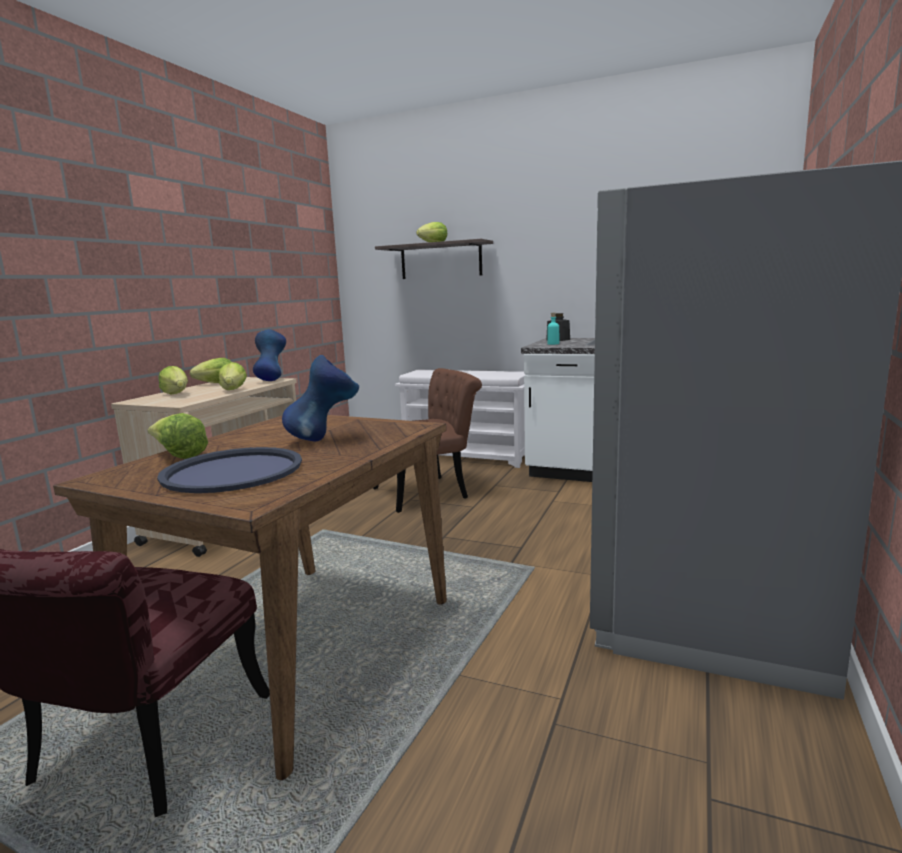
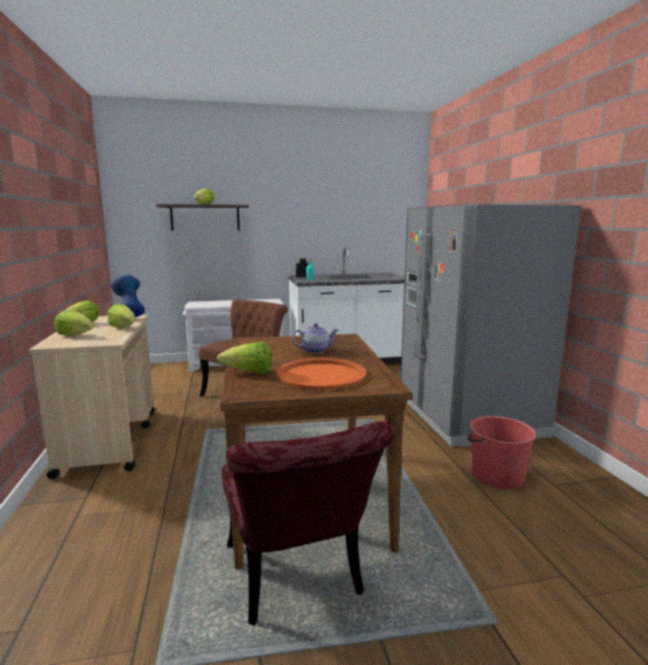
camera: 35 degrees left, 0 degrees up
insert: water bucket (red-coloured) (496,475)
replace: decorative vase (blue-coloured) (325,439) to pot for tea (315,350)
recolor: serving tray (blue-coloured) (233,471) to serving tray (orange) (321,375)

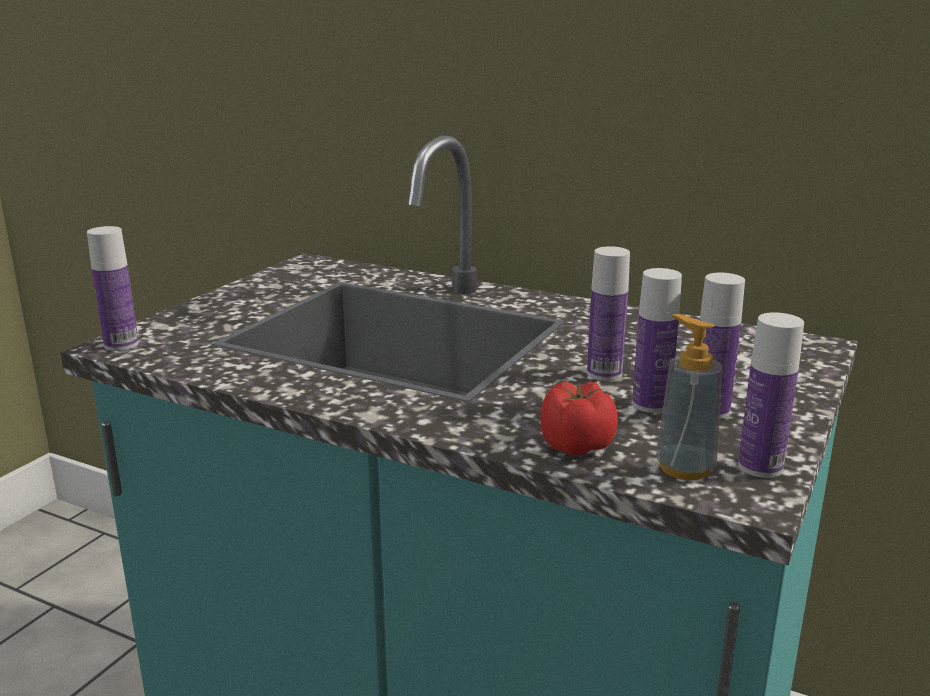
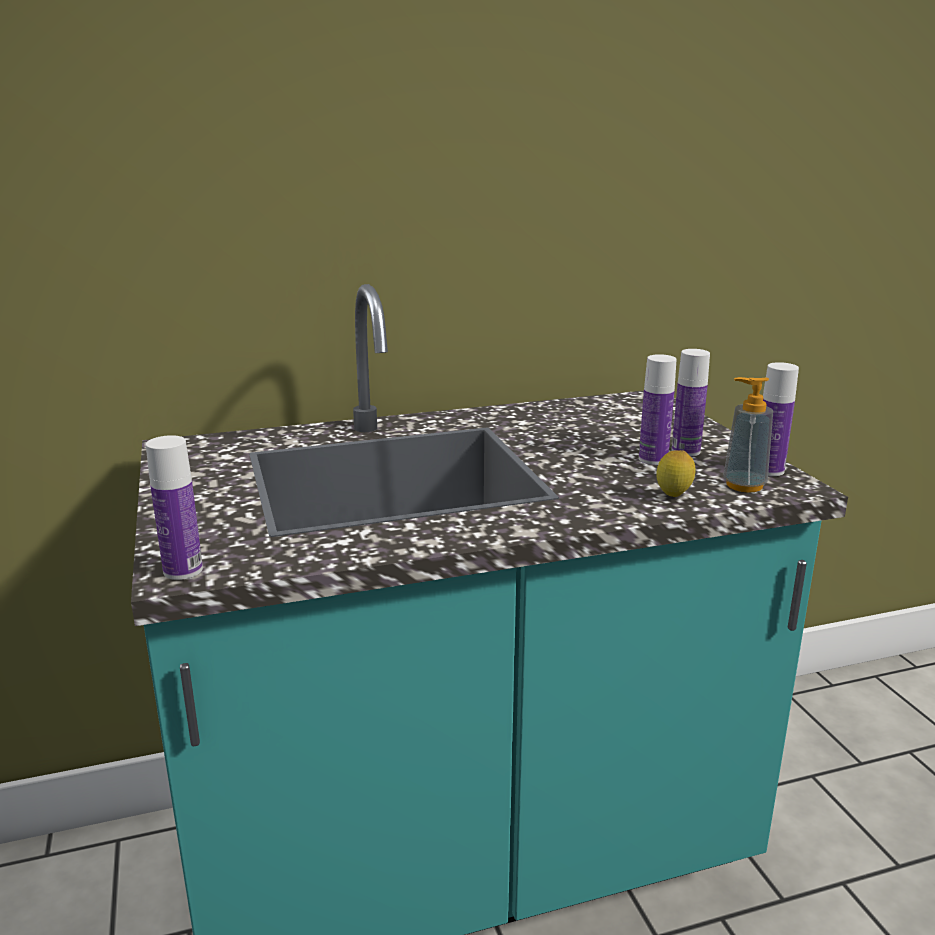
camera: 45 degrees left, 0 degrees up
delete: drink bottle (604,373)
replace: tomato (575,445) to whole lemon (673,497)

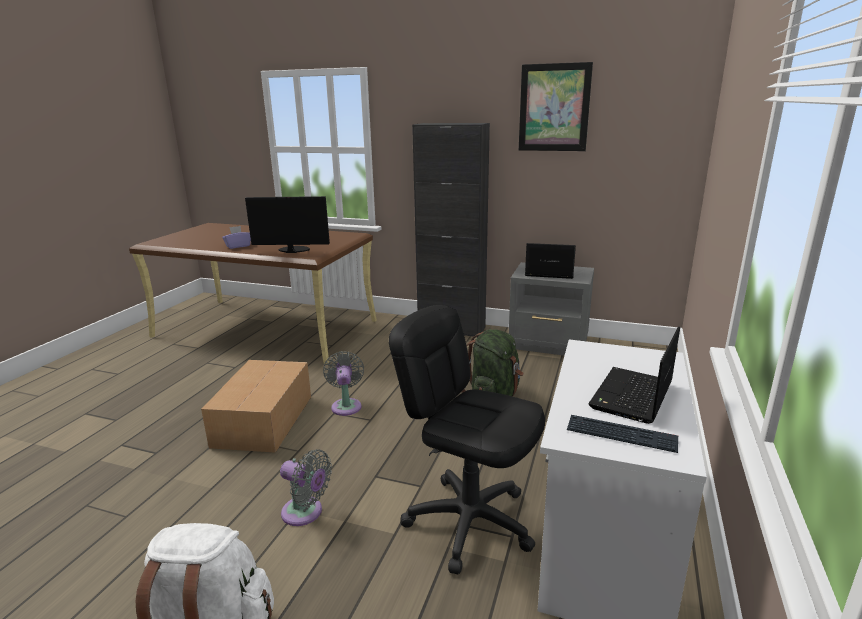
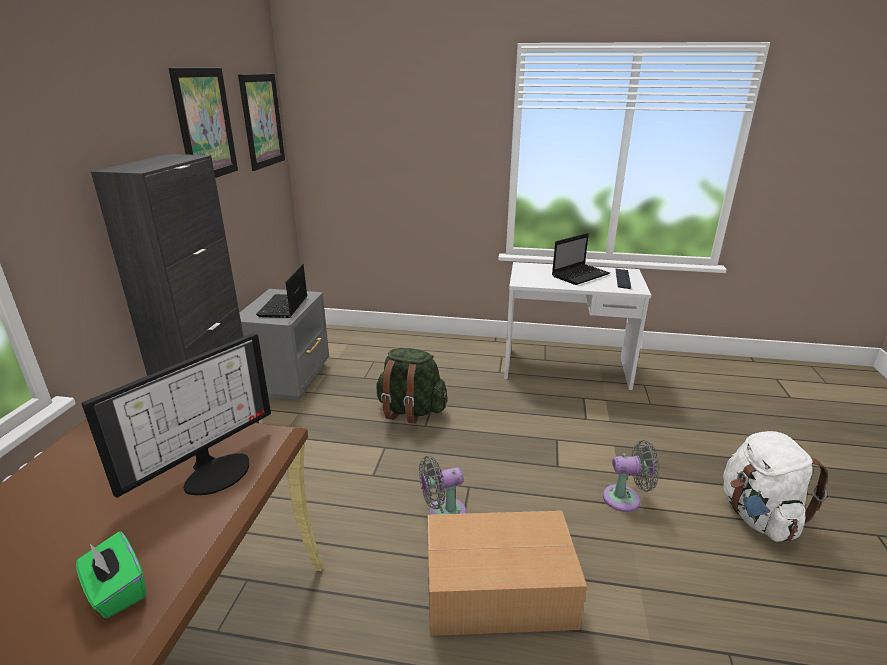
camera: 100 degrees left, 5 degrees up
delete: computer chair (black-coloured) (469,521)
insert: wall art (262,121)
recolor: tissue holder (purplish) (238,246) to tissue holder (green) (117,590)
rotate: computer display (292,250) = (215,470) 135 degrees counterclockwise; fan (grey) (305,513) = (625,498) 75 degrees clockwise; portable computer (632,397) = (581,275) 60 degrees counterclockwise

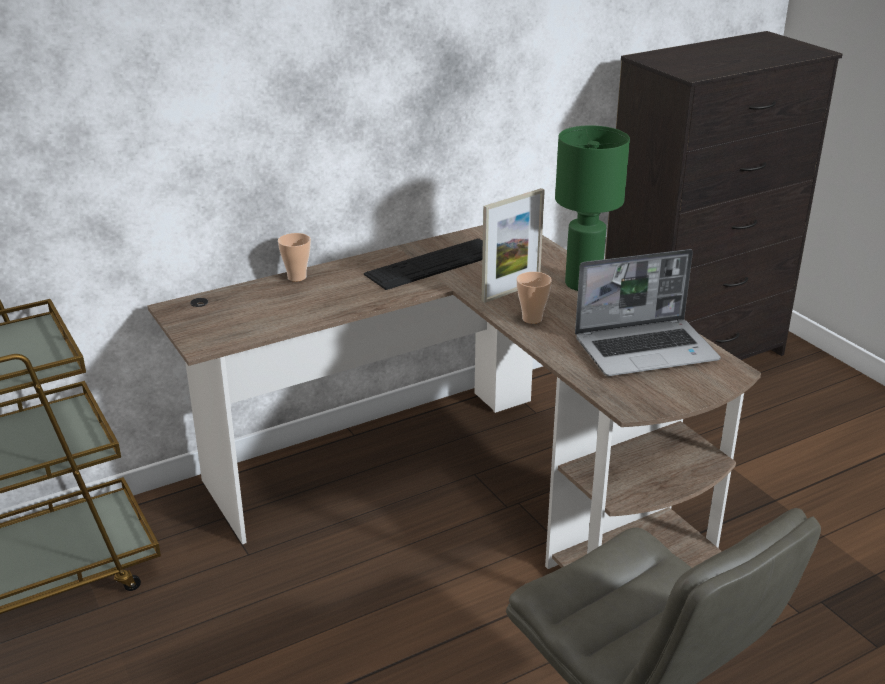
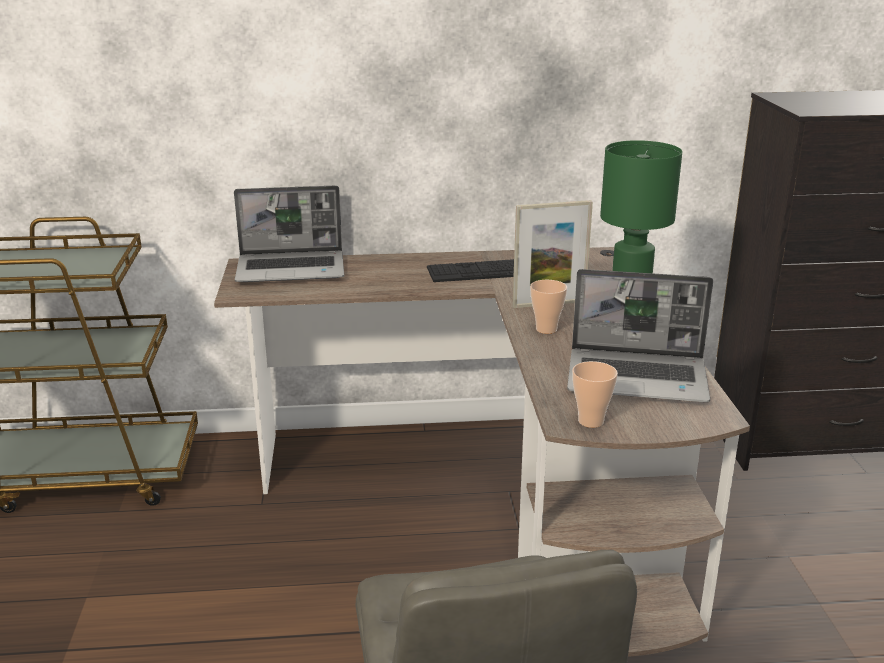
camera: 25 degrees right, 5 degrees down
insert: portable computer (292,269)
move: drinking cup (297,277) to (591,421)

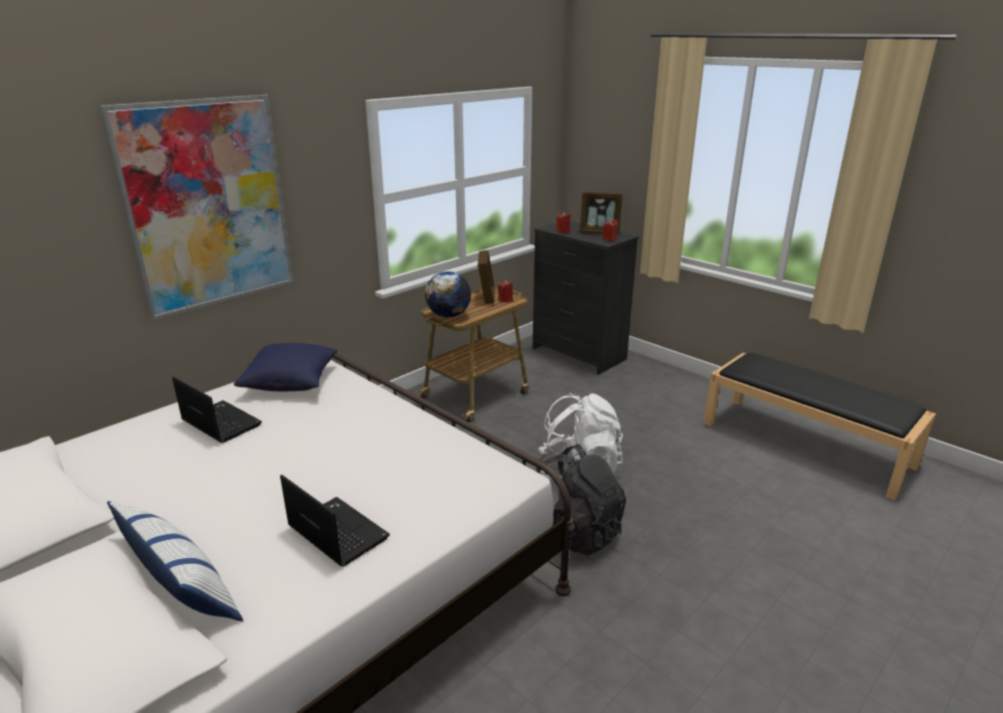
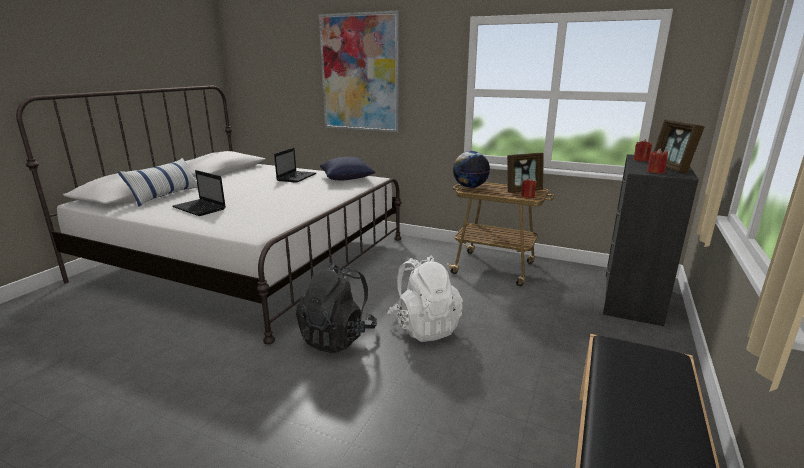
camera: 70 degrees right, 5 degrees down
rotate: portable computer (336,532) = (200,208) 105 degrees clockwise

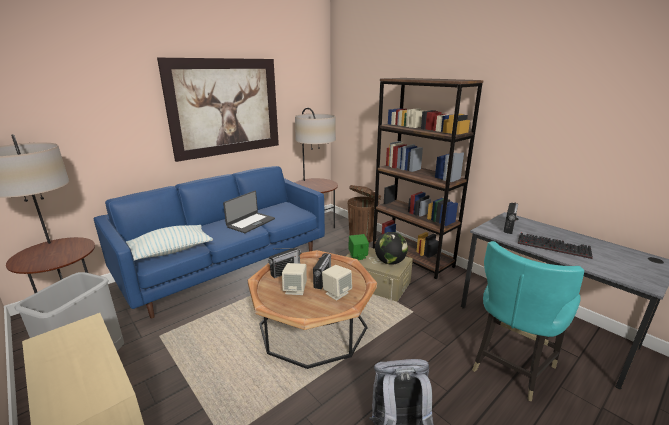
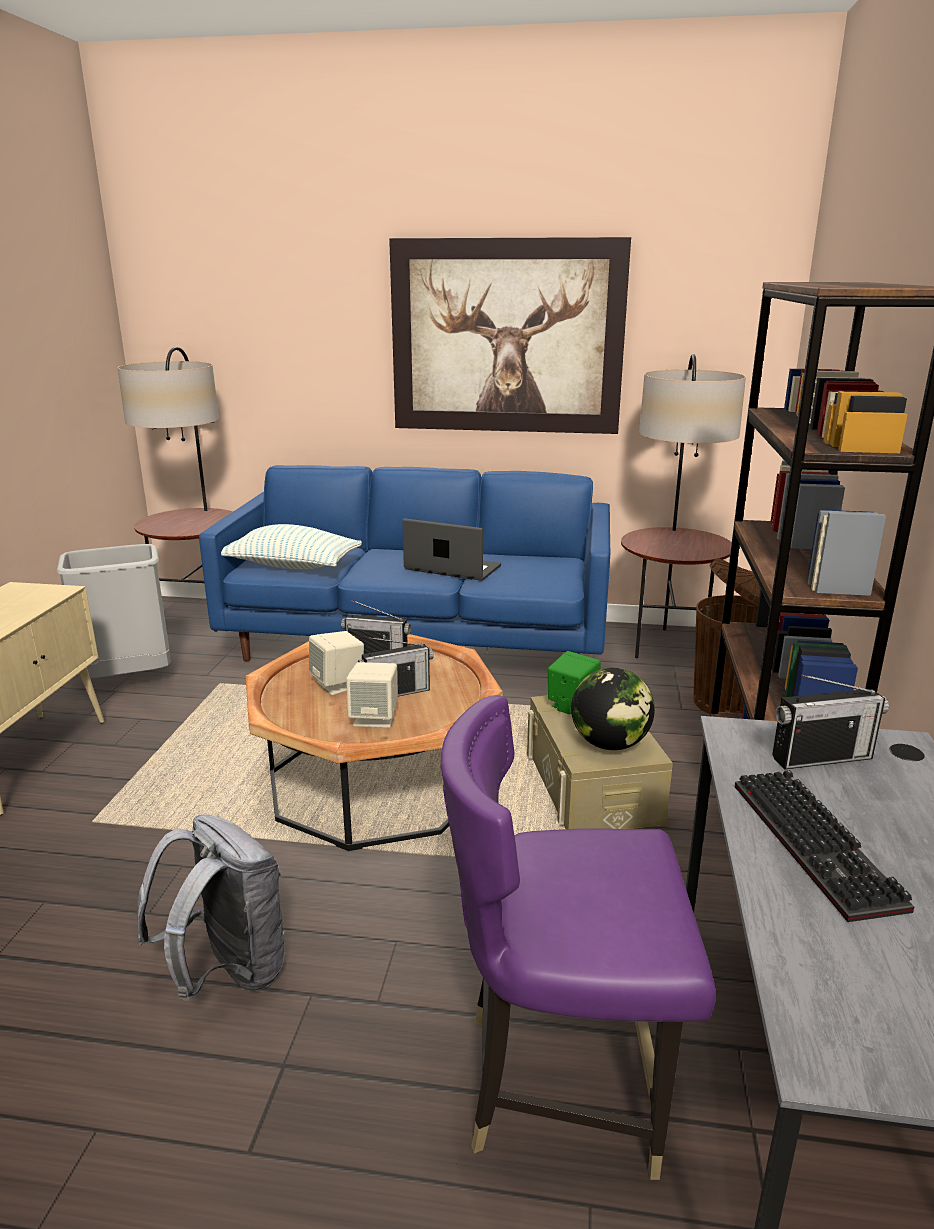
camera: 50 degrees right, 0 degrees up
recolor: upright chair (blue-green) (510,366) to upright chair (purplish) (561,1081)
rotate: portable computer (250,223) = (452,568) 150 degrees counterclockwise

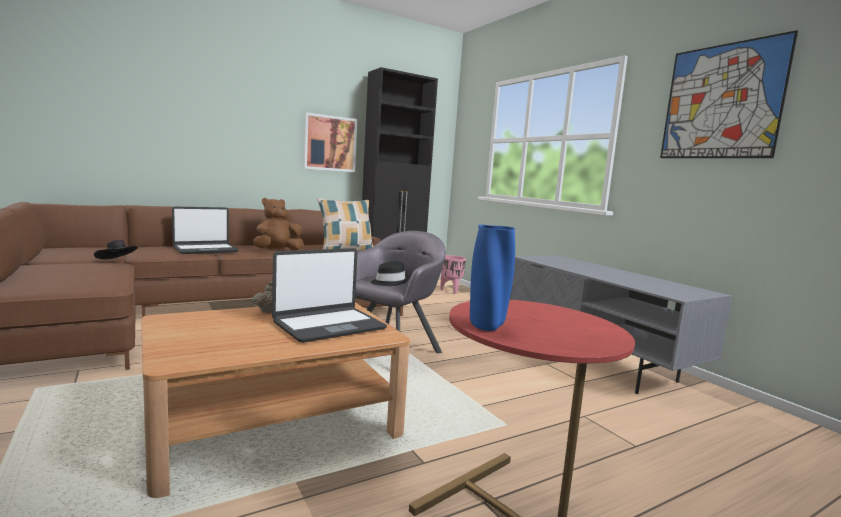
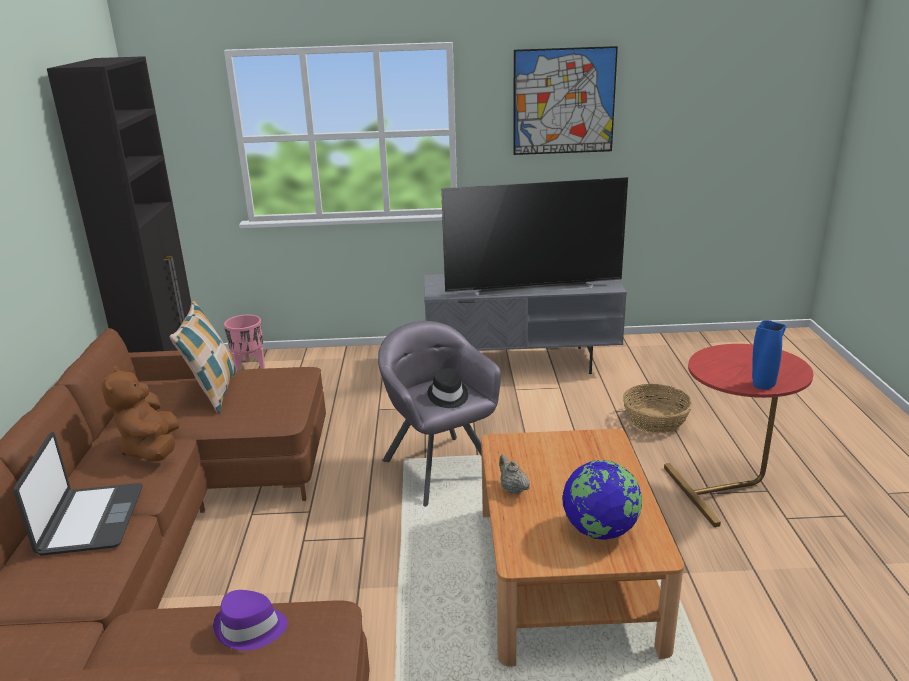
camera: 60 degrees left, 15 degrees up
delete: wearable hat (black-coloured) (117,261); portable computer (328,325); wall art (330,143)
insert: wearable hat (purplish) (250,628); TV (532,286); globe (600,531); household basket (655,420)

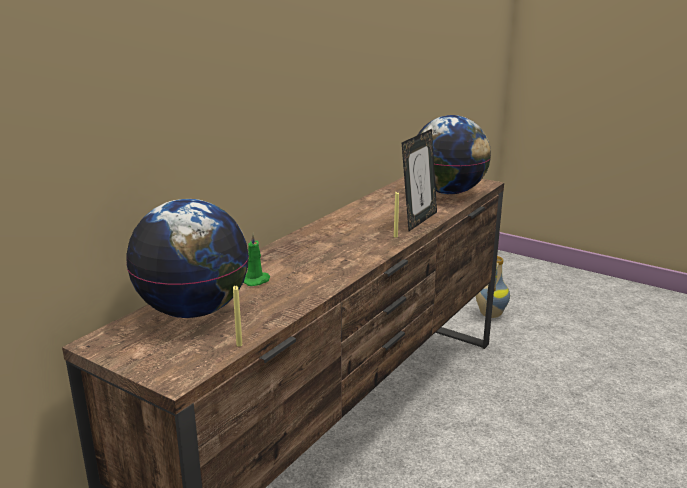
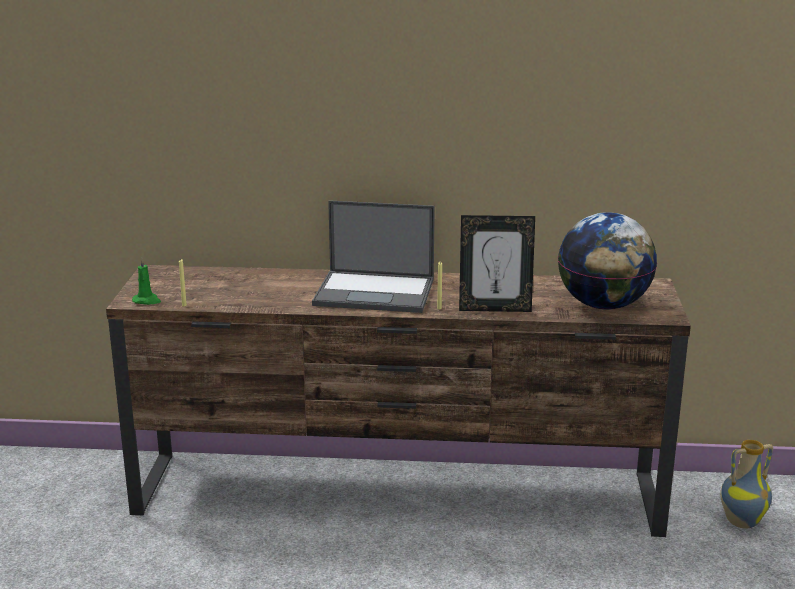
camera: 60 degrees right, 0 degrees up
delete: globe (194,310)
insert: portable computer (376,292)
move: wax light (green) (256,280) to (147,301)

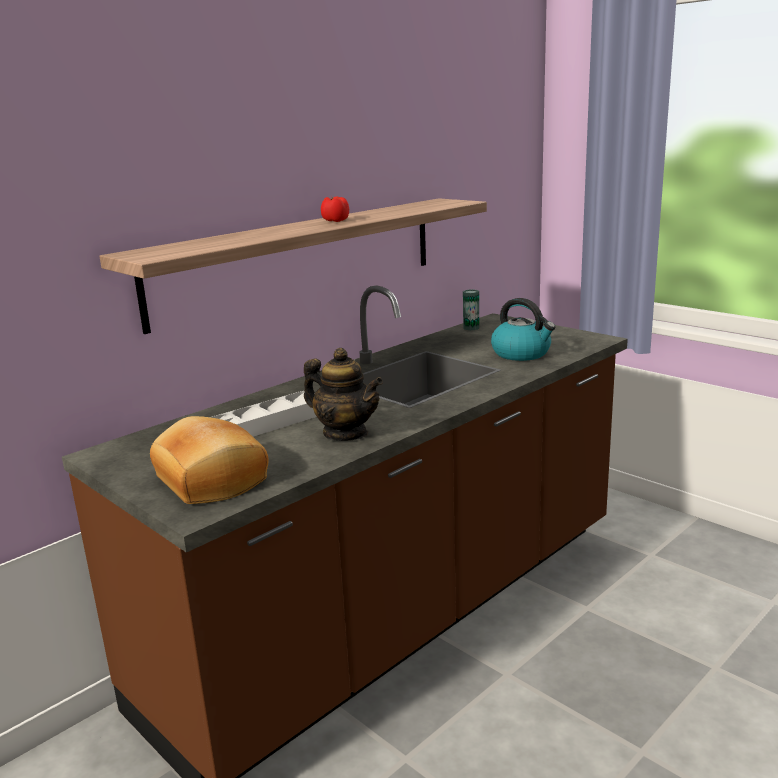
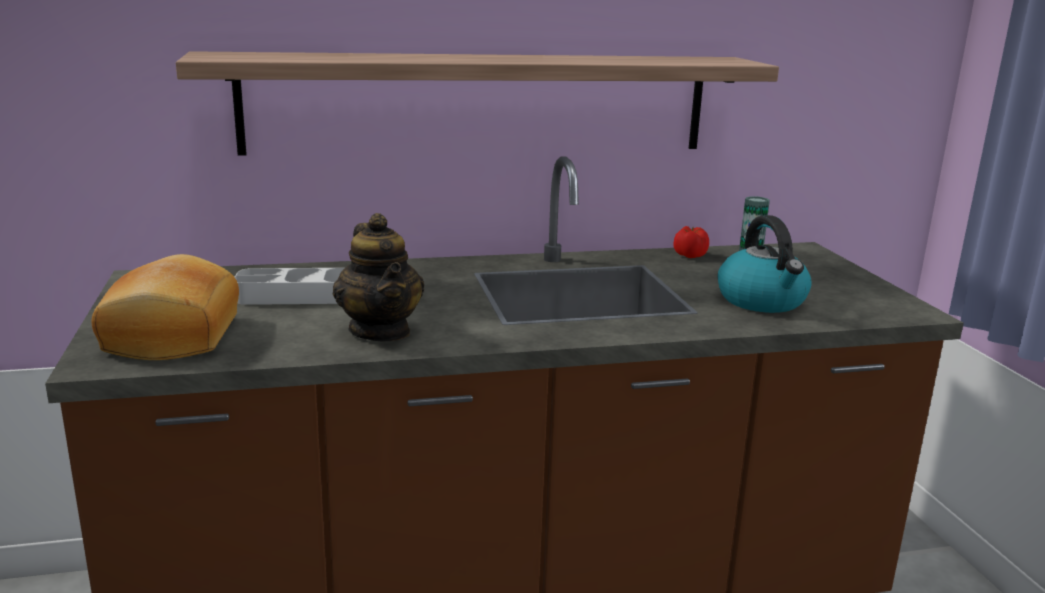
camera: 30 degrees right, 0 degrees up
move: tomato (334,221) to (689,255)

